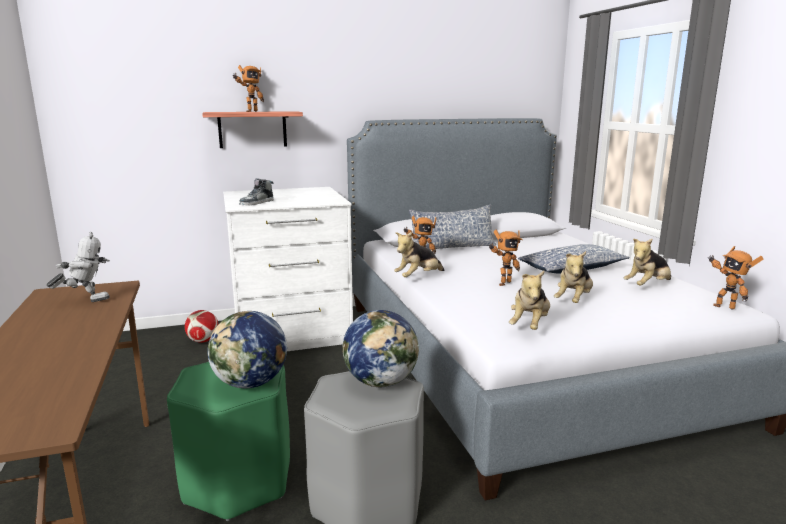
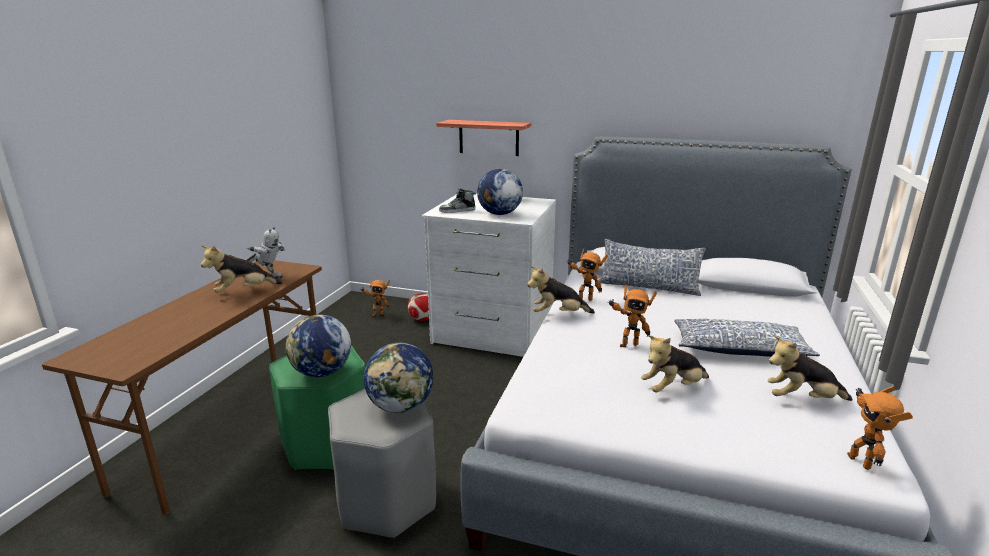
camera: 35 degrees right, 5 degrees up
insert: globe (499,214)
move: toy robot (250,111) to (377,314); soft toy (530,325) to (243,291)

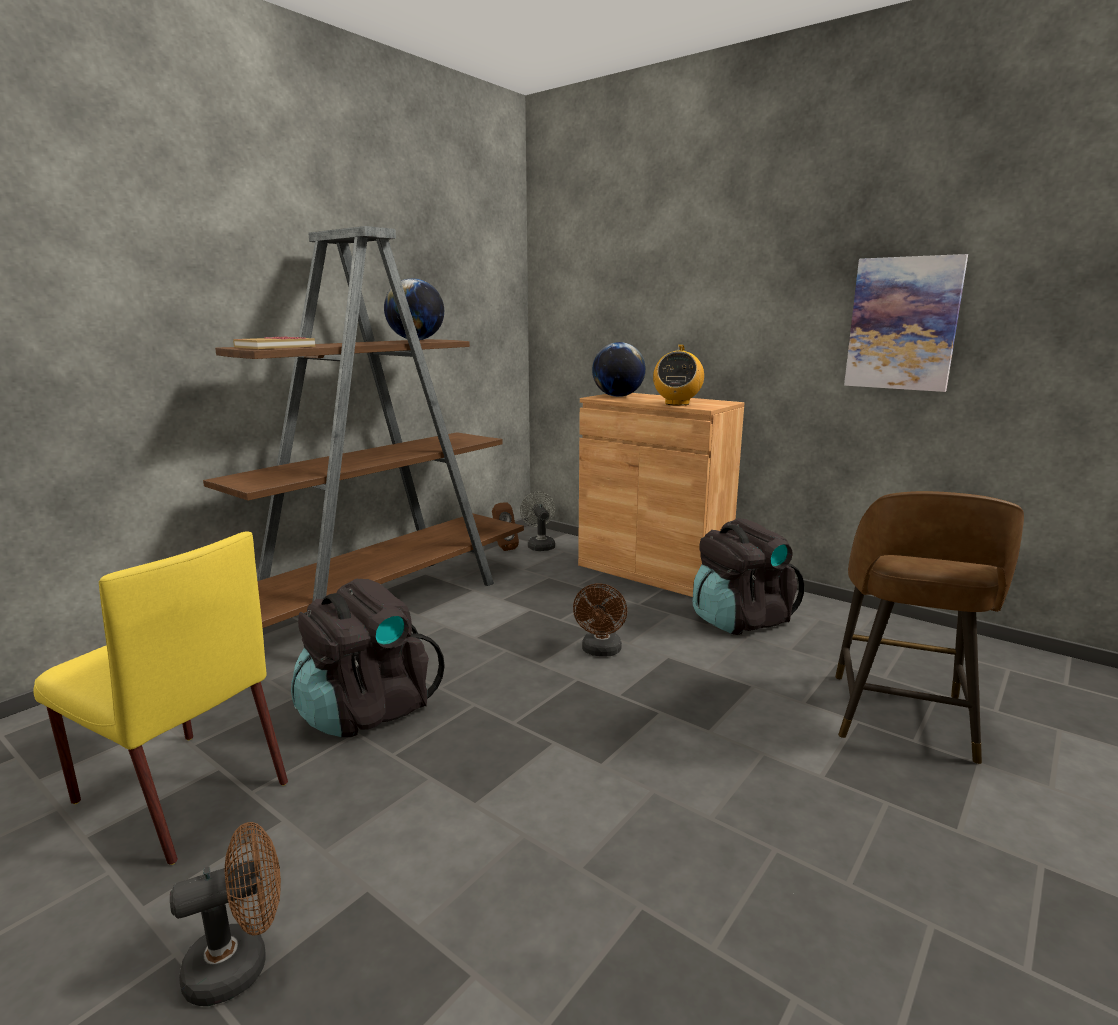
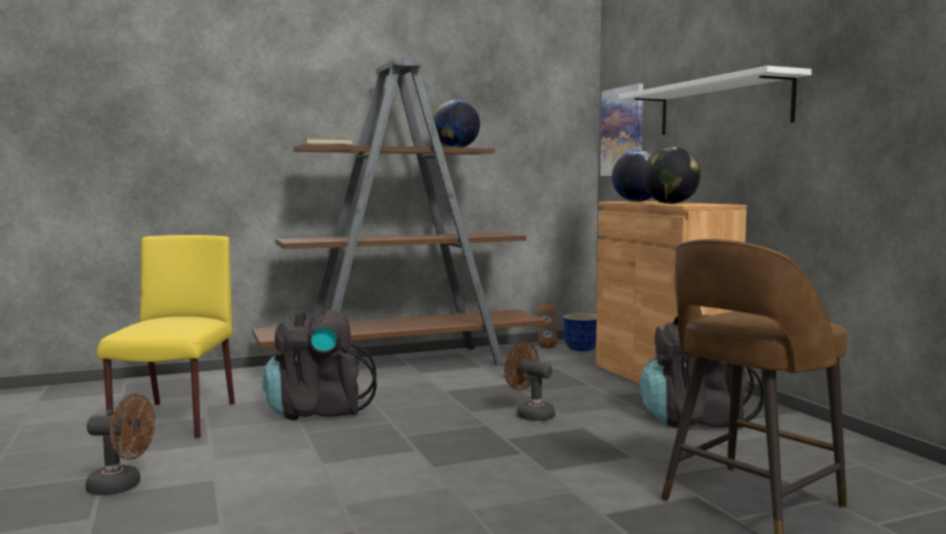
camera: 30 degrees right, 10 degrees down
insert: wall shelf (whitish) (721,107)
move: wall art (903,324) to (623,132)
replace: fan (grey) (539,545) to planter (580,349); radio set (677,403) to globe (670,203)
rotate: upright chair (yellowish) (179,791) = (175,421) 150 degrees counterclockwise; fan (brownish) (601,651) = (530,414) 90 degrees clockwise

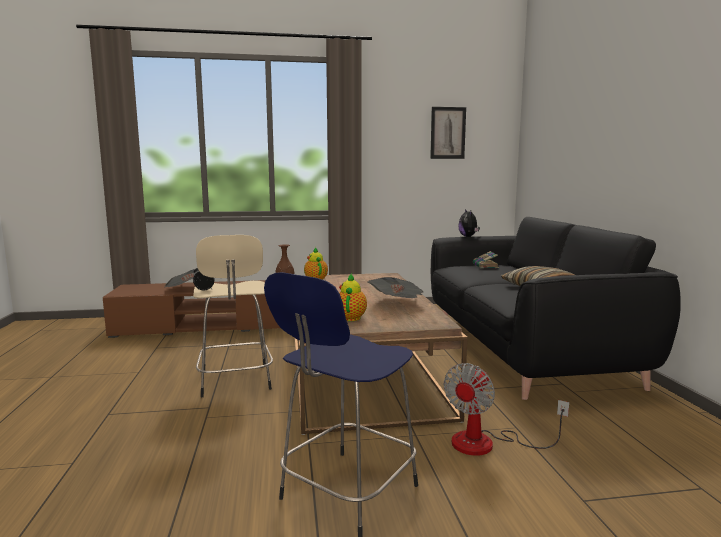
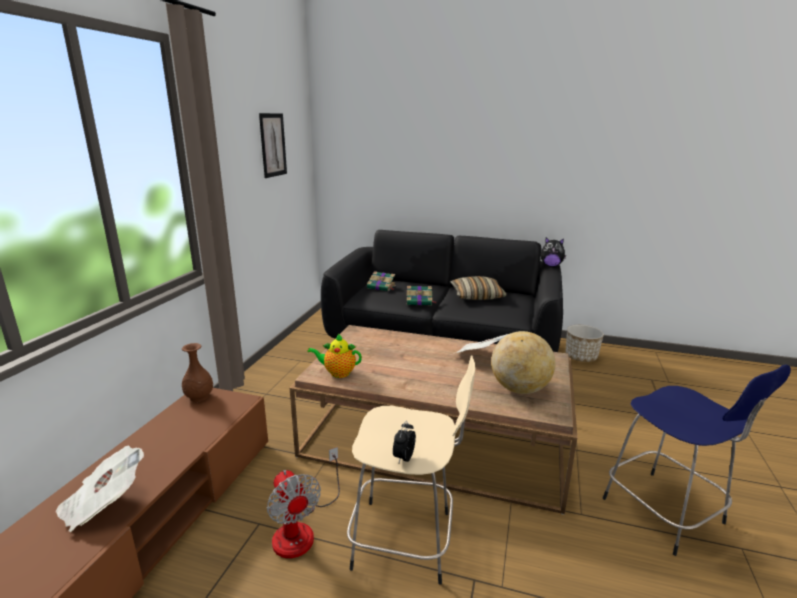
camera: 65 degrees left, 10 degrees up
insert: bound book (420,301); planter (580,357)
move: fan (487,443) to (301,528); soft toy (468,236) to (551,265)
replace: pot for tea (351,317) to globe (520,389)

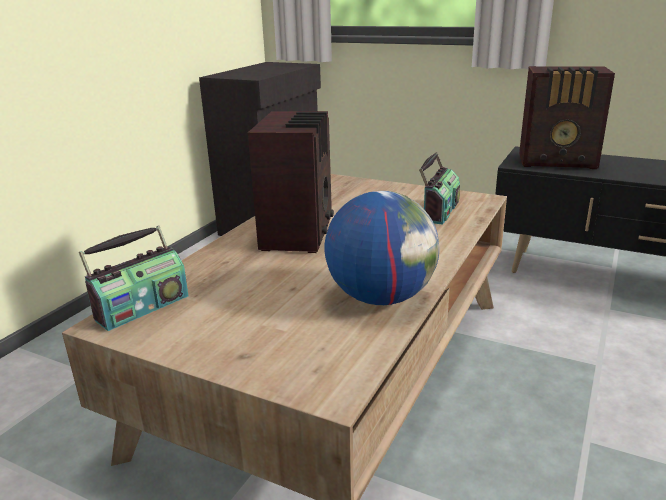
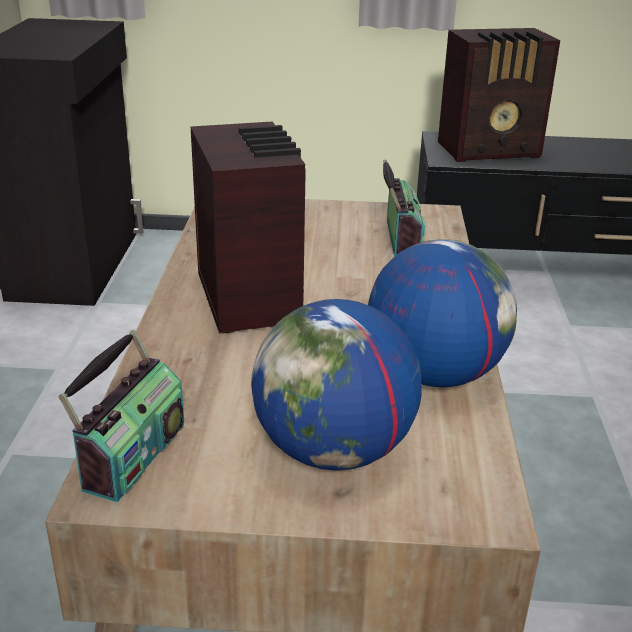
camera: 25 degrees left, 5 degrees up
insert: globe (334,451)

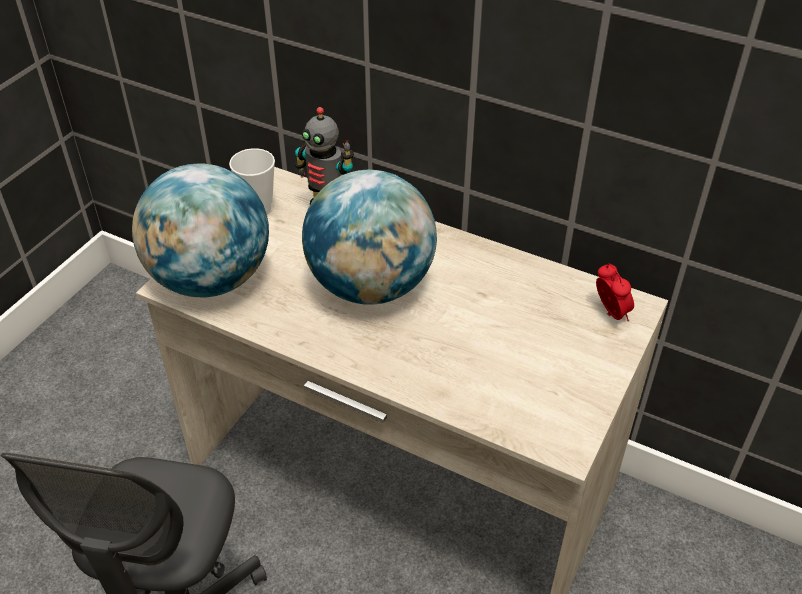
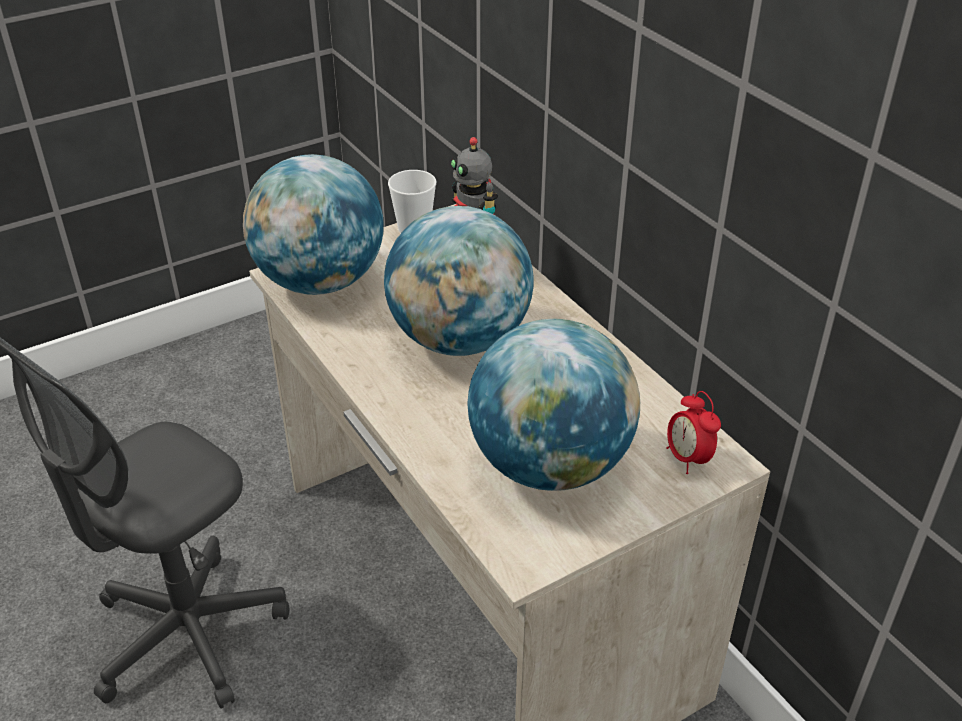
camera: 30 degrees right, 5 degrees down
insert: globe (550,465)
rotate: alarm clock (610,314) = (688,458) 150 degrees clockwise

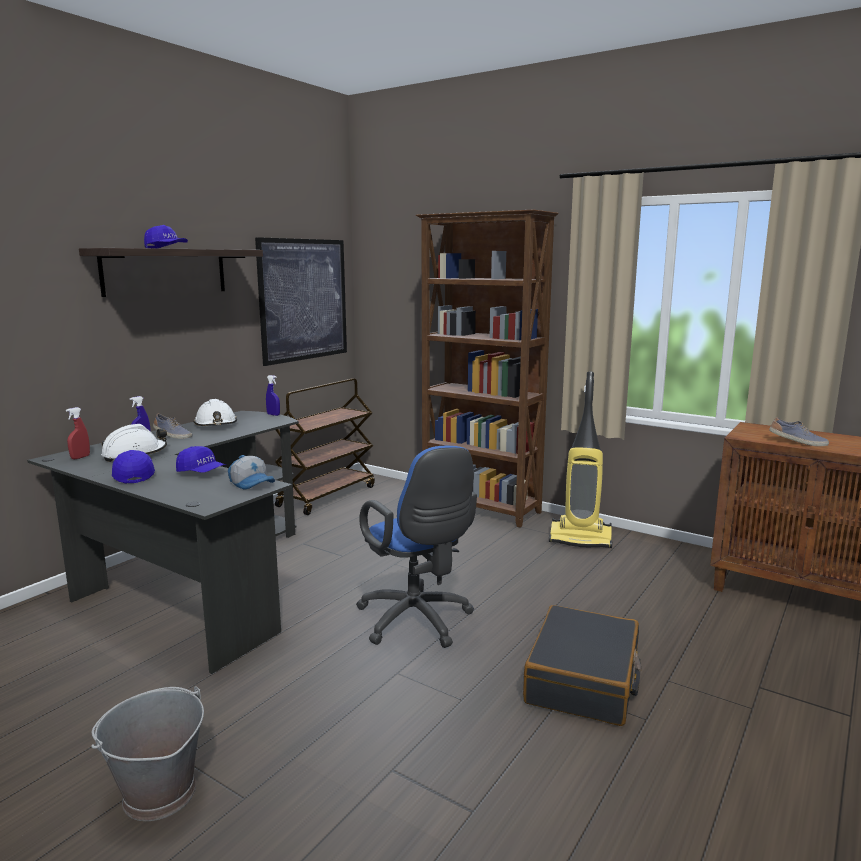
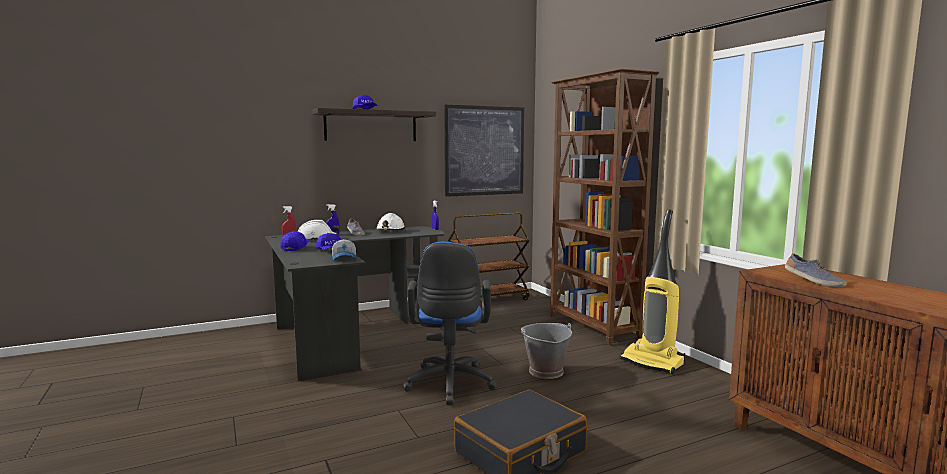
camera: 30 degrees right, 5 degrees down
move: water bucket (grey) (158,794) to (545,371)

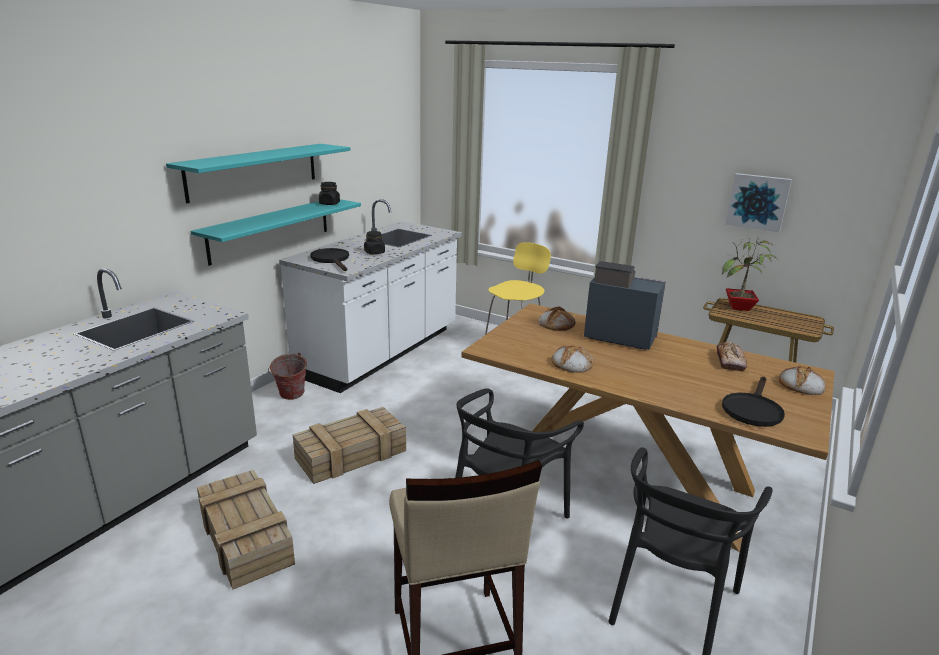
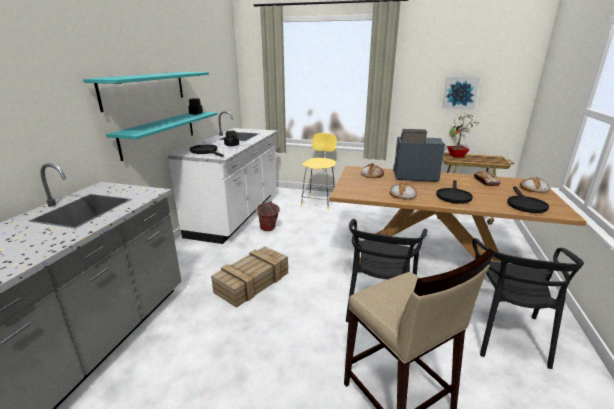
camera: 15 degrees left, 0 degrees up
delete: crate (247,538)
insert: frying pan (black-coloured) (453,196)
move: water bucket (290,397) to (268,229)

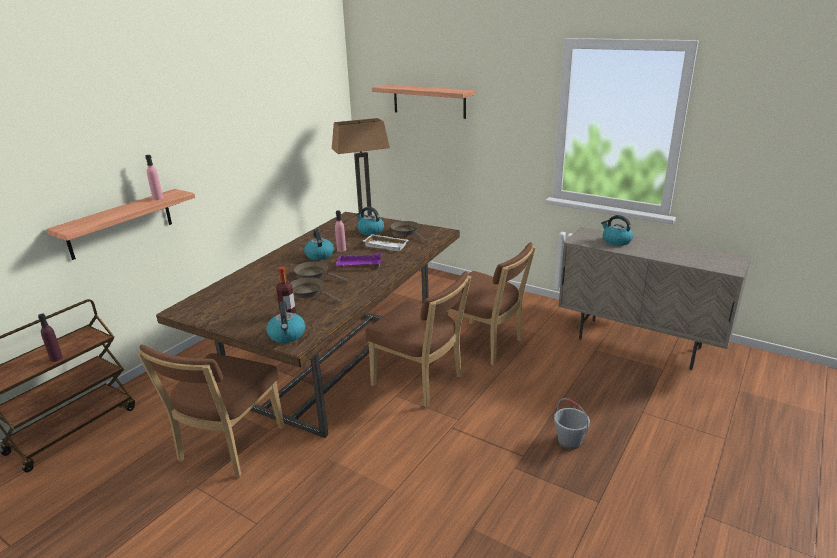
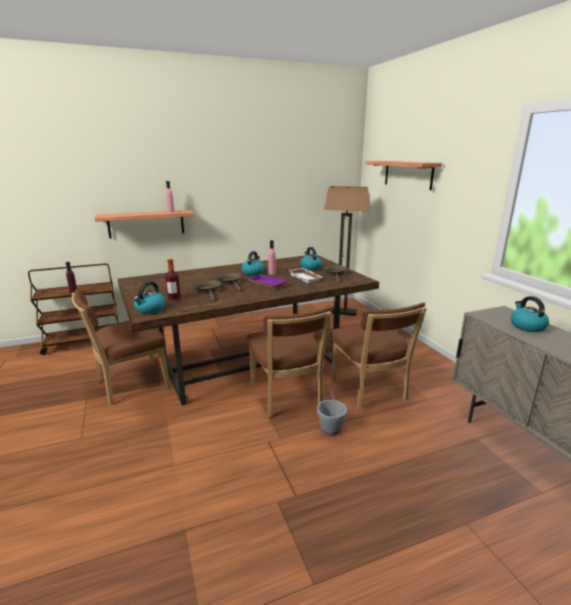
camera: 35 degrees right, 5 degrees down
move: water bucket (grey) (569,441) to (330,429)

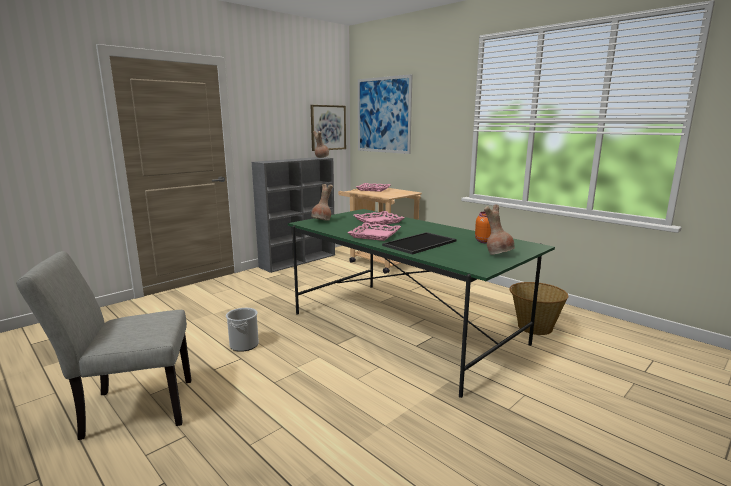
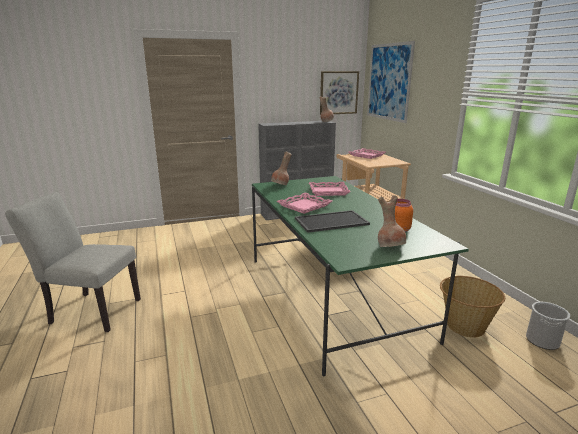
camera: 25 degrees right, 5 degrees up
move: water bucket (244,345) to (542,340)

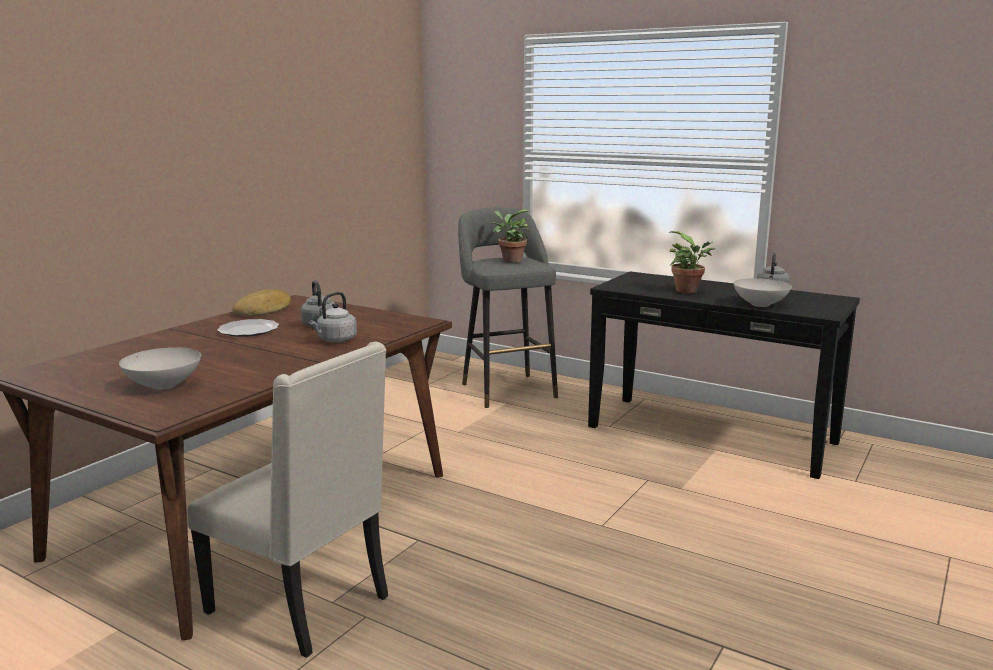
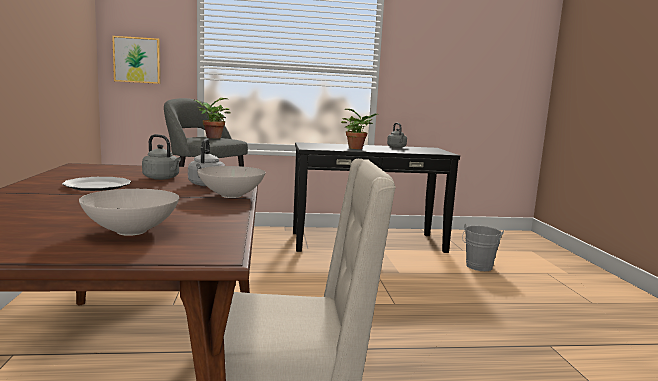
camera: 40 degrees left, 5 degrees down
delete: baked bread (264,310)
insert: wall art (137,60); water bucket (grey) (478,267)
move: bowl (whitish) (761,304) to (232,195)

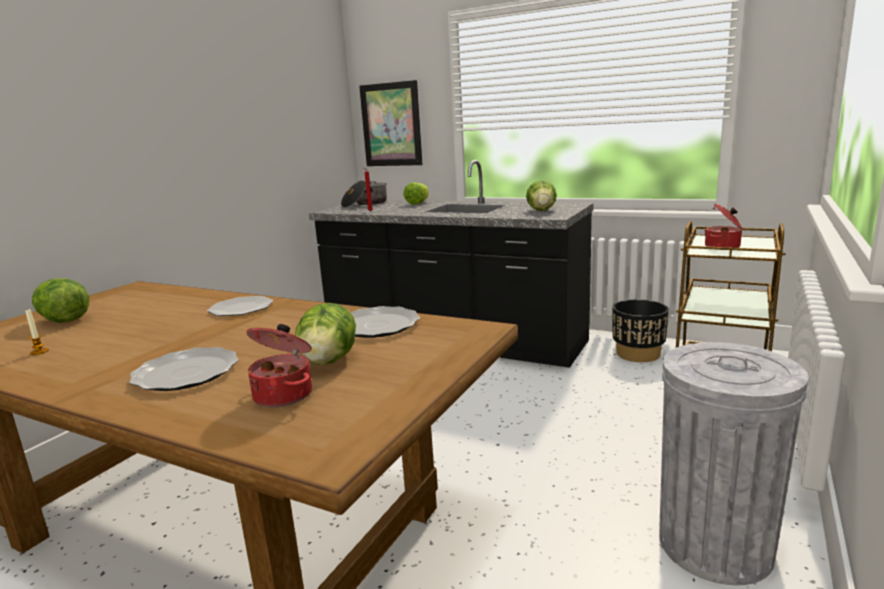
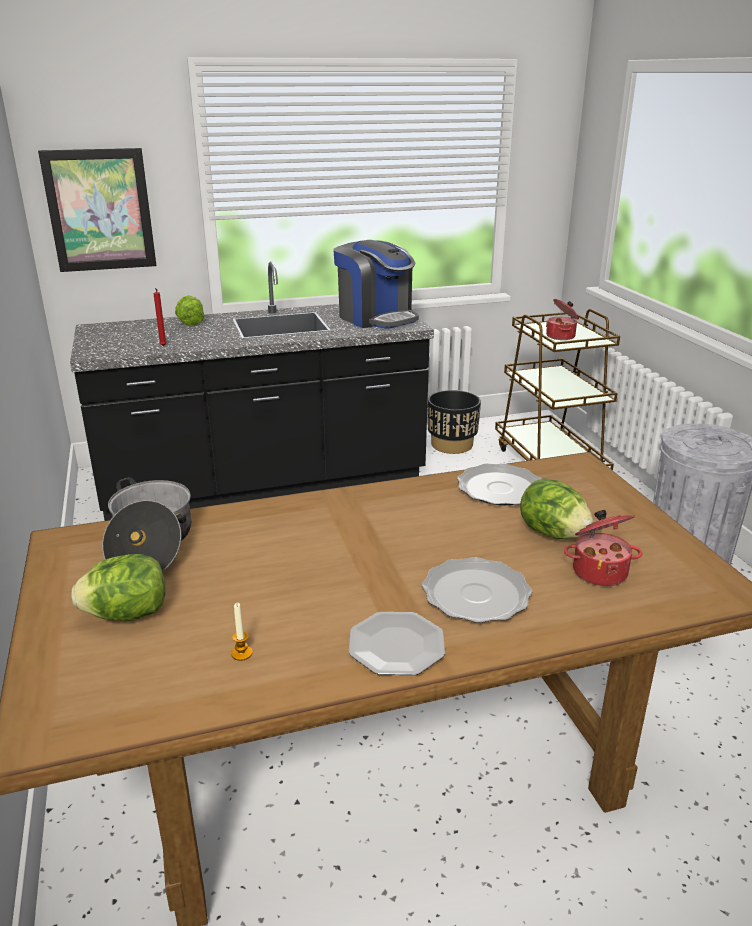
camera: 45 degrees left, 10 degrees up
move: flat dish (241,308) to (396,645); stockpot (365,204) to (151,545)
replace: head of lettuce (541,210) to coffee machine (376,318)

